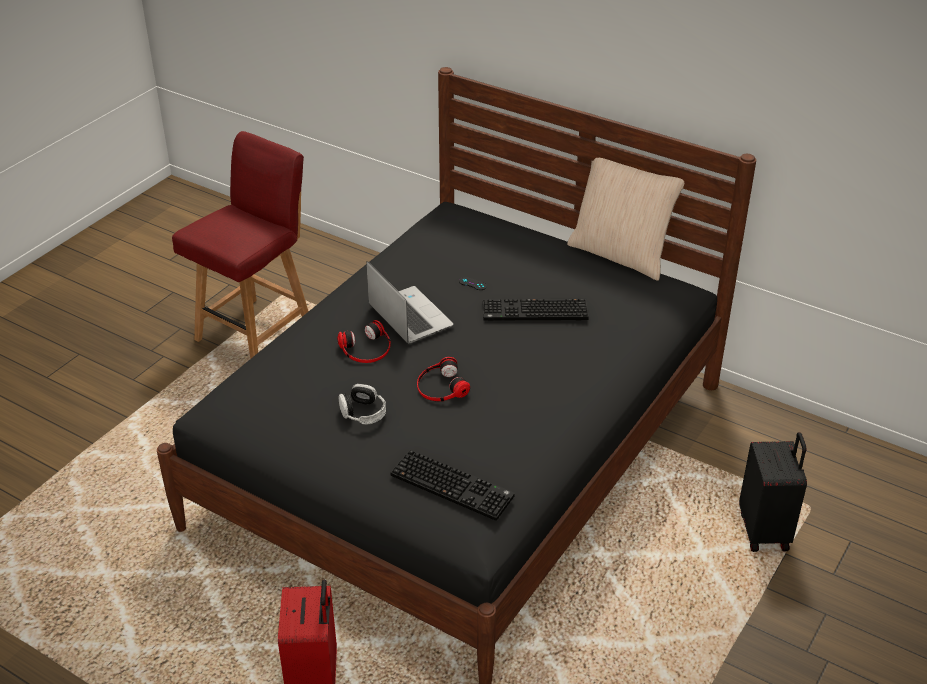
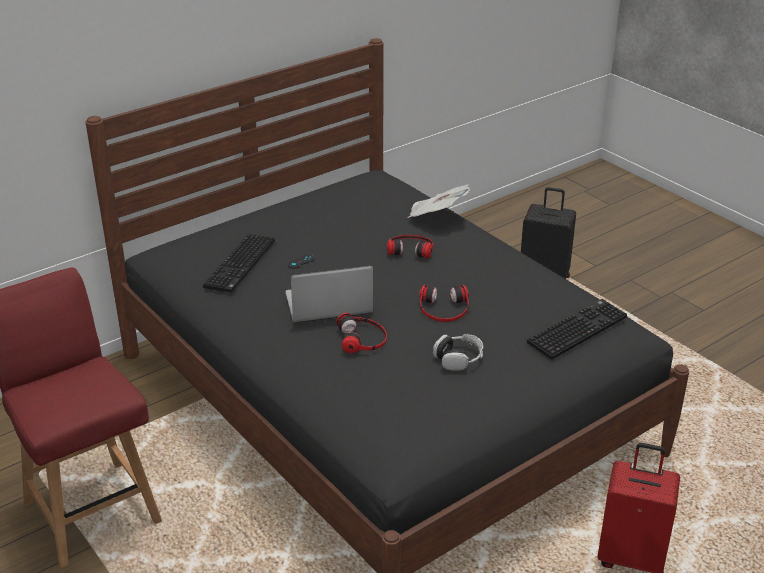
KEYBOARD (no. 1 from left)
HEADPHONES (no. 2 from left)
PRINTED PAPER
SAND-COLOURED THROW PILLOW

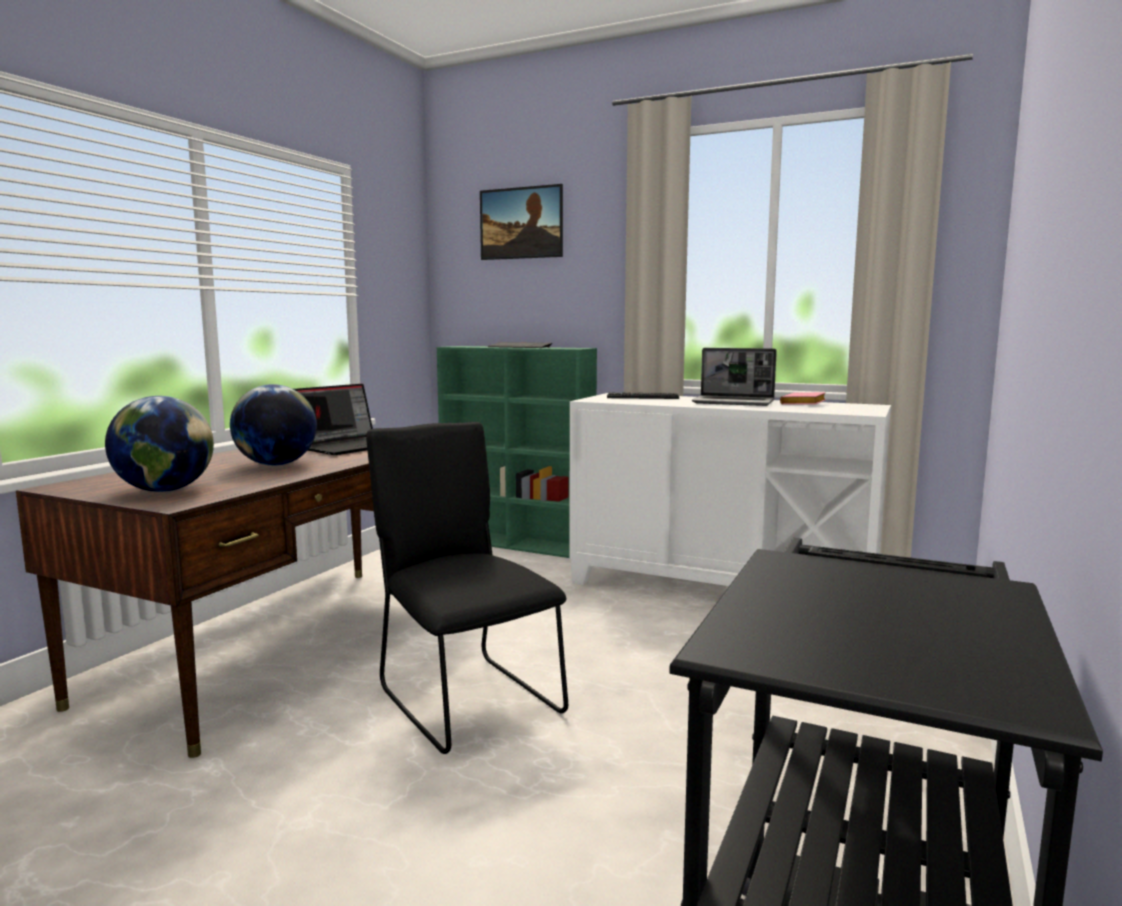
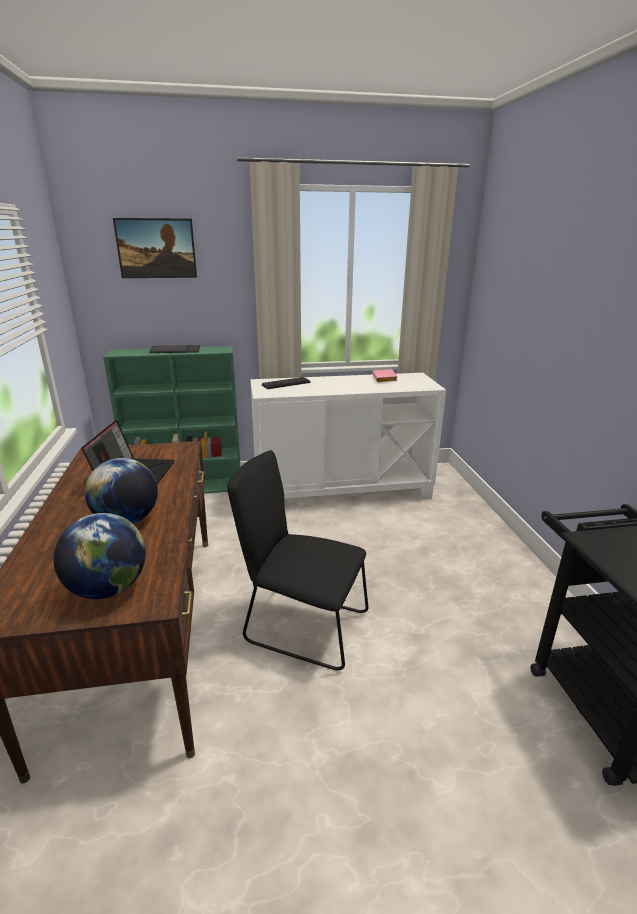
LAPTOP (no. 2 from left in the first image)

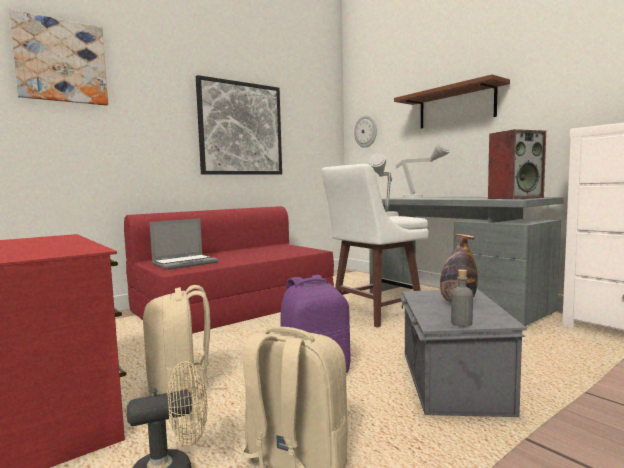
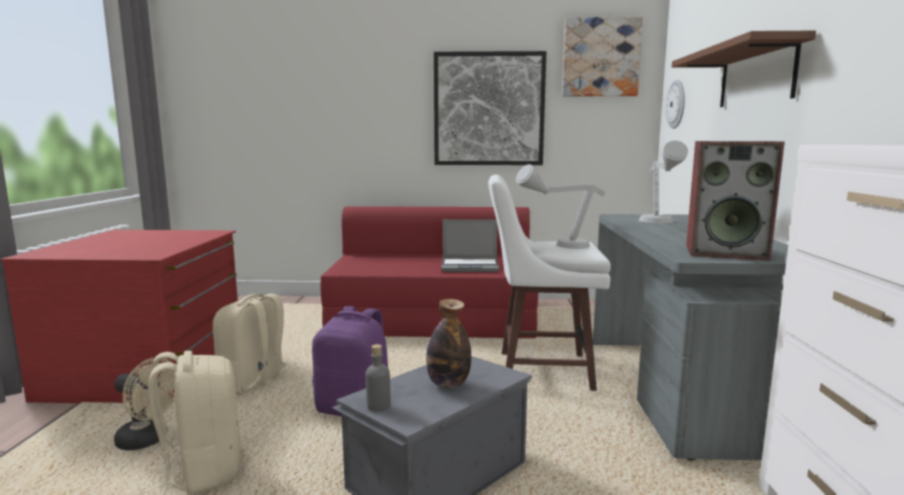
LAPTOP
WALL ART (no. 2 from left)

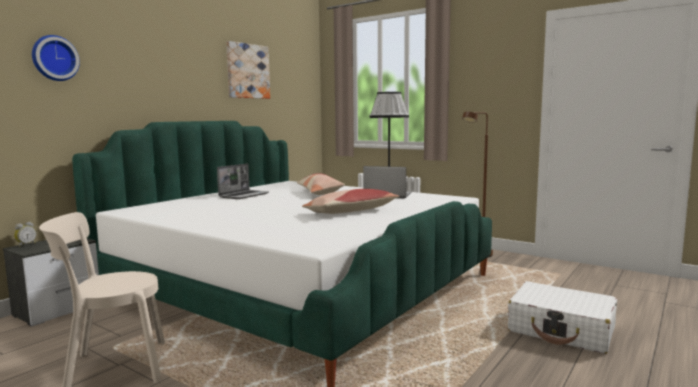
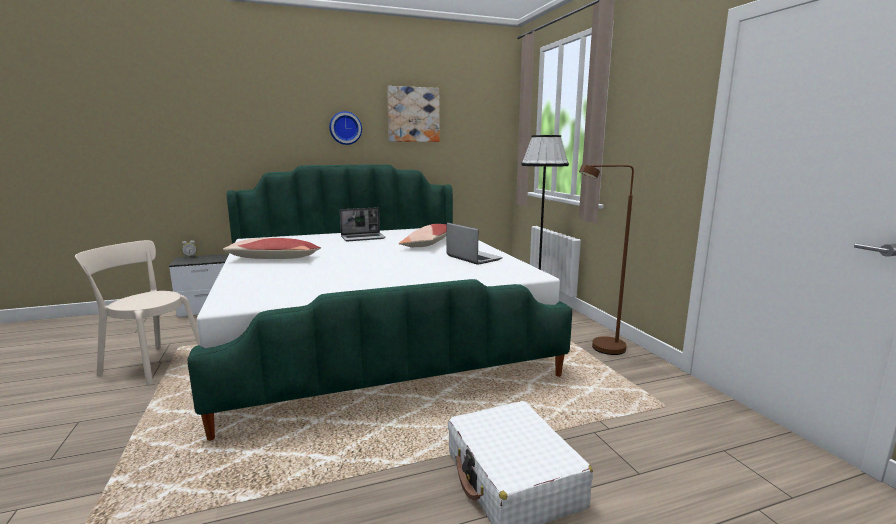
THROW PILLOW (no. 1 from left)
HANGING CLOCK

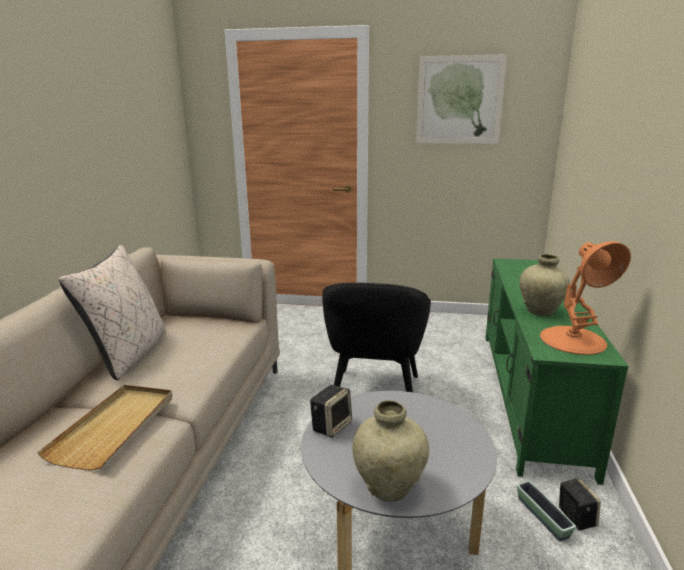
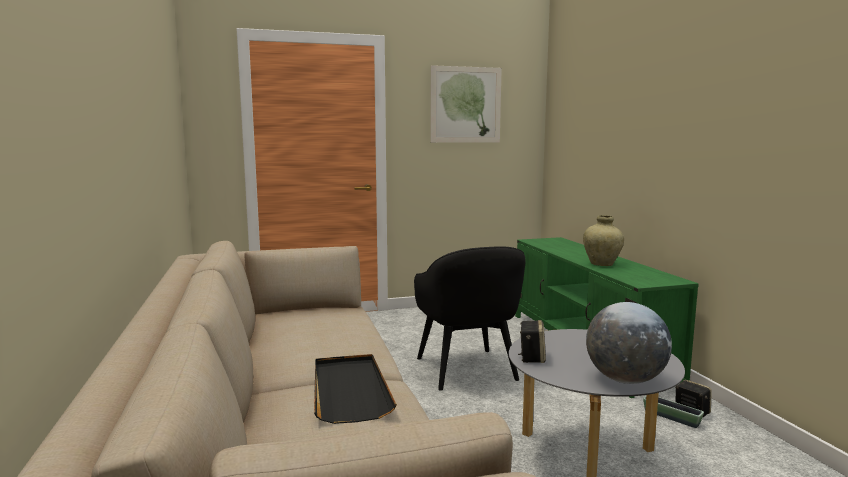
BLACK-COLOURED CARRYING TRAY
WORLD GLOBE
SAND-COLOURED THROW PILLOW
ORANGE TABLE LAMP

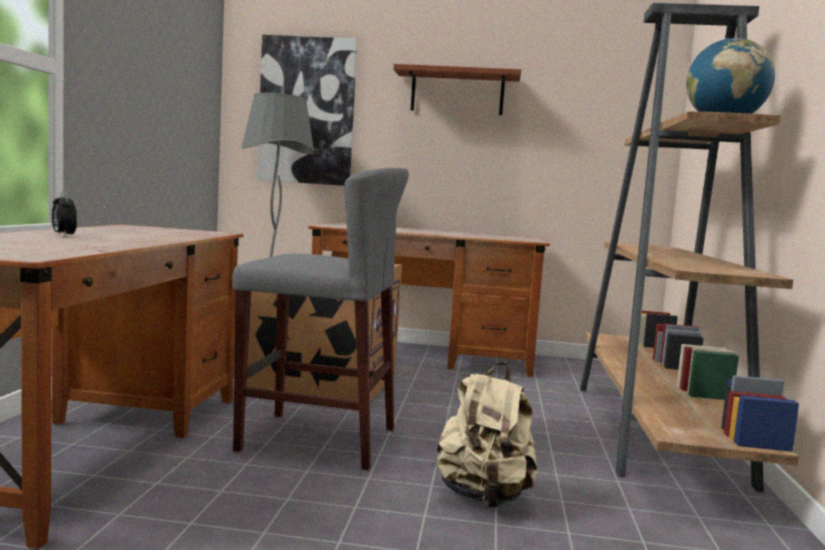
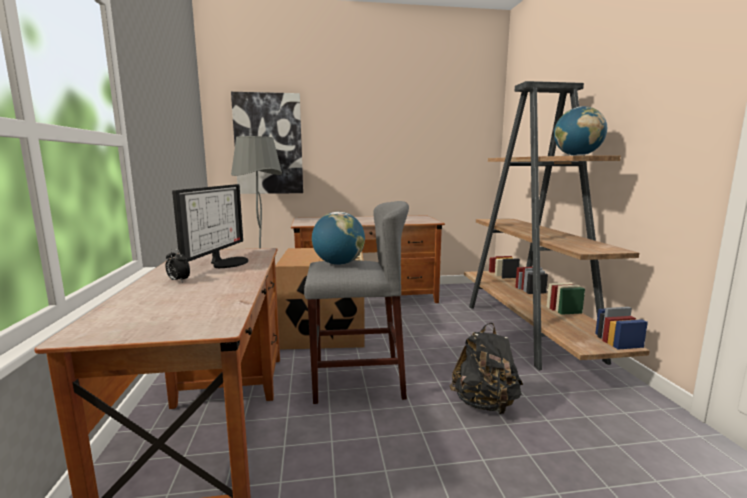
MONITOR
WORLD GLOBE (no. 1 from left)
BLACK-COLOURED RUCKSACK
BROWNISH WALL SHELF

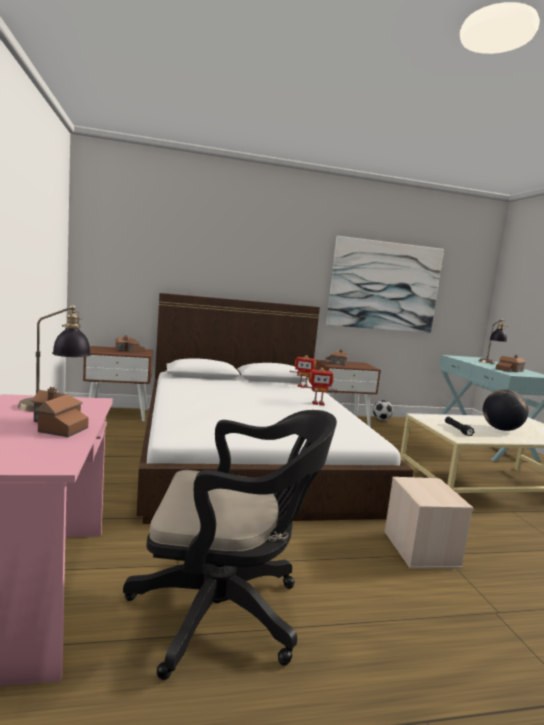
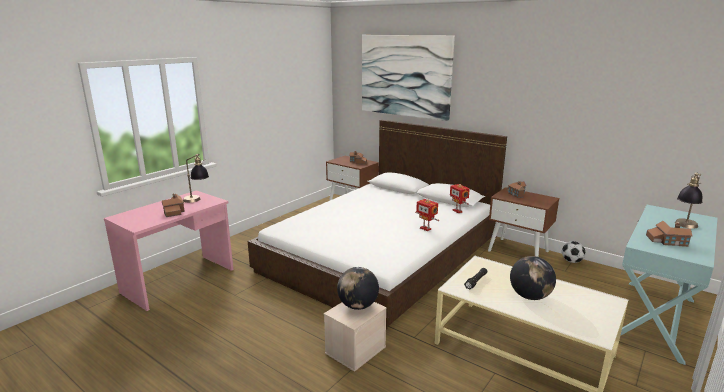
WORLD GLOBE (no. 1 from left)
WALL ART
BLACK-COLOURED COMPUTER CHAIR

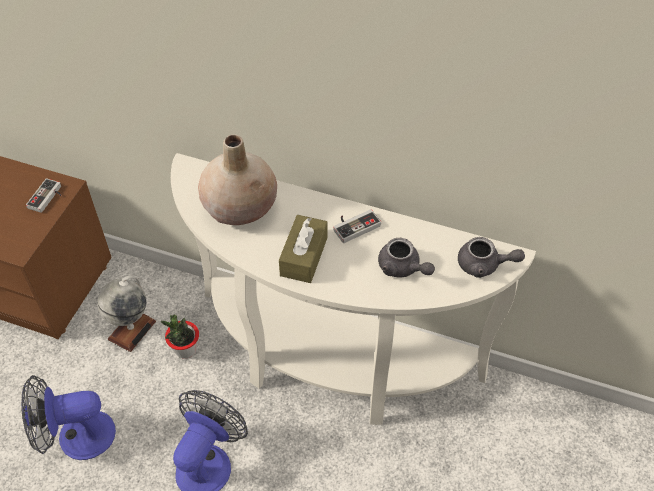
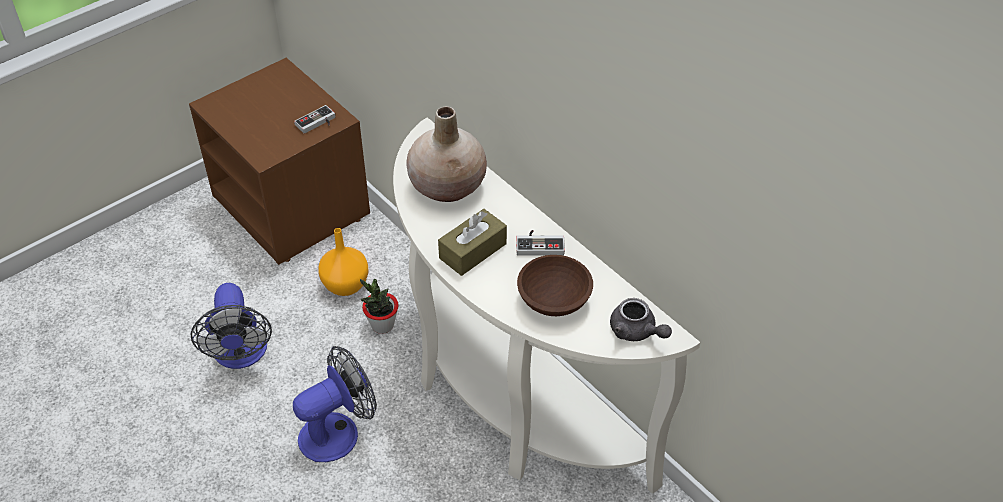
COOLING FAN (no. 1 from left)
ORANGE FLOWER VASE
BROWNISH SERVING BOWL

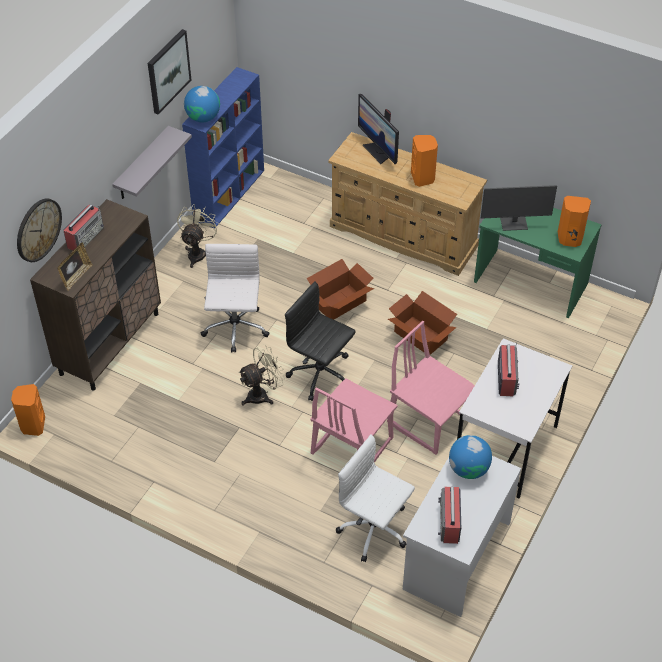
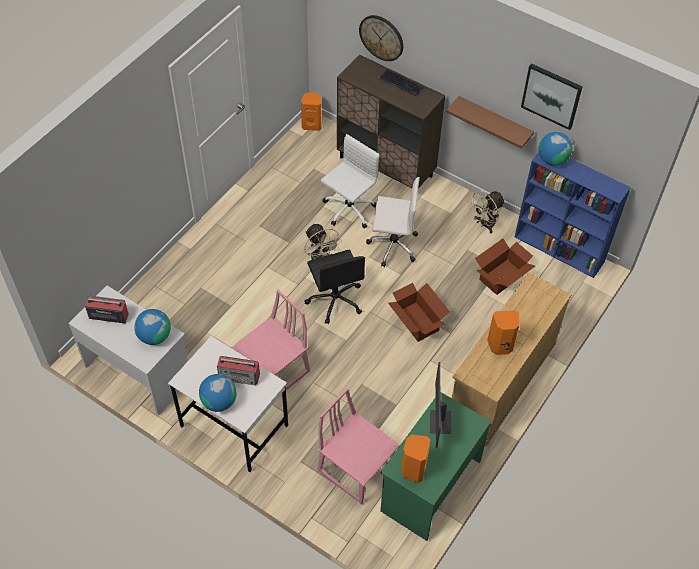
WORLD GLOBE (no. 2 from left)
BLACK-COLOURED COMPUTER CHAIR
PINK UPRIGHT CHAIR (no. 2 from left)
WHITE-COLOURED COMPUTER CHAIR (no. 1 from left)
KEYBOARD
BROWNISH WALL SHELF
SAND-COLOURED COOLING FAN (no. 2 from left)
CARDBOARD BOX (no. 2 from left)
PICTURE FRAME
MONITOR (no. 1 from left in the first image)

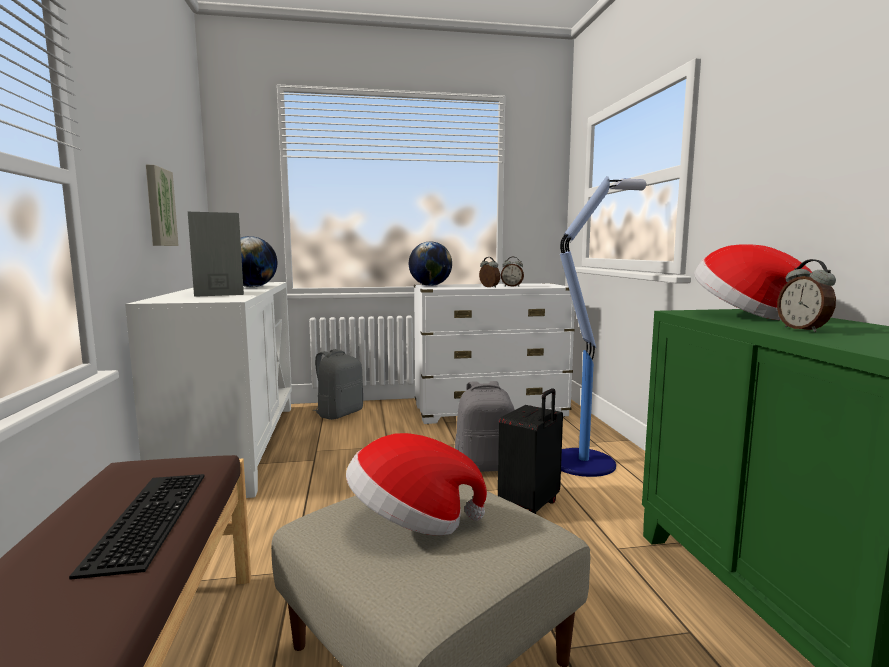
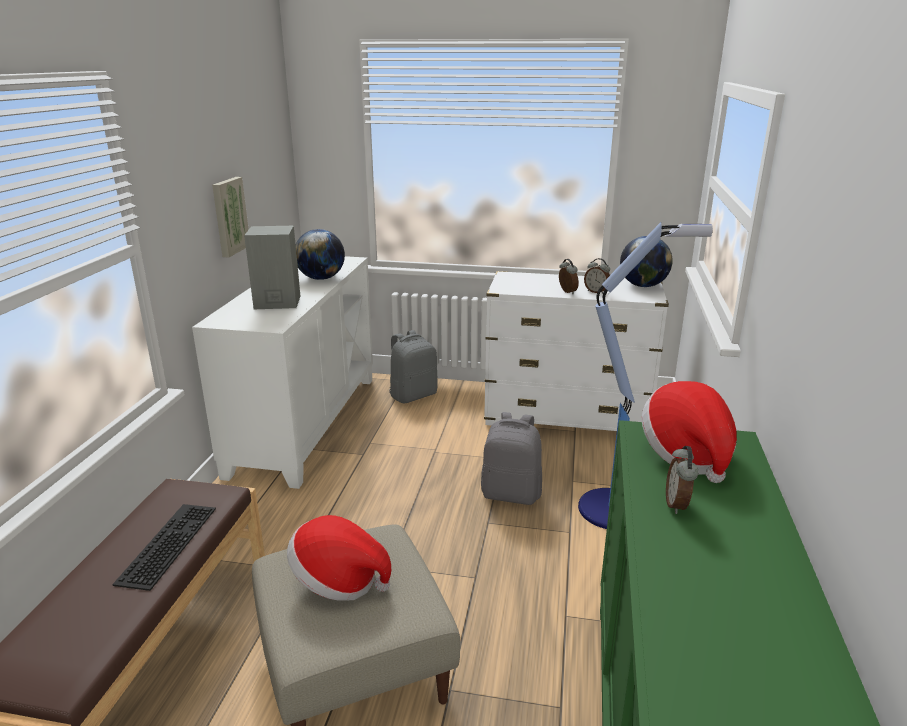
WORLD GLOBE (no. 2 from left)
BLACK-COLOURED SUITCASE

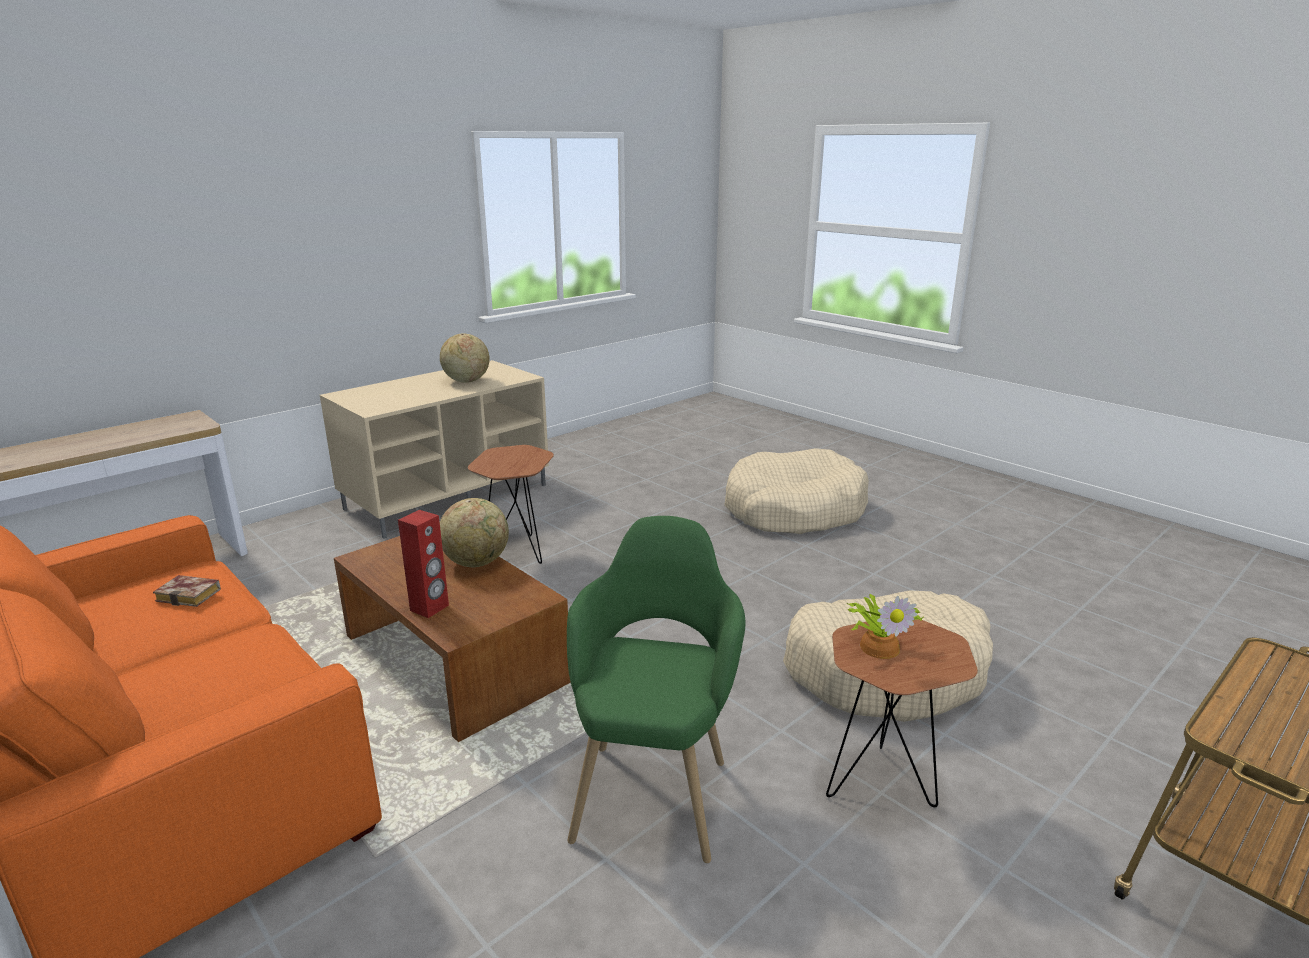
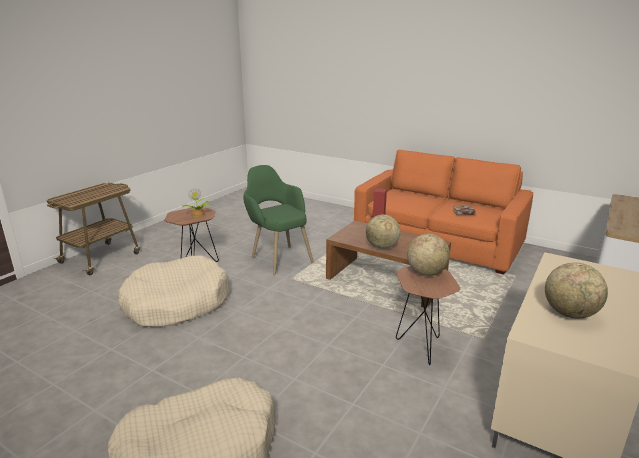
GREEN-COLOURED ARMCHAIR
WORLD GLOBE (no. 2 from left)

